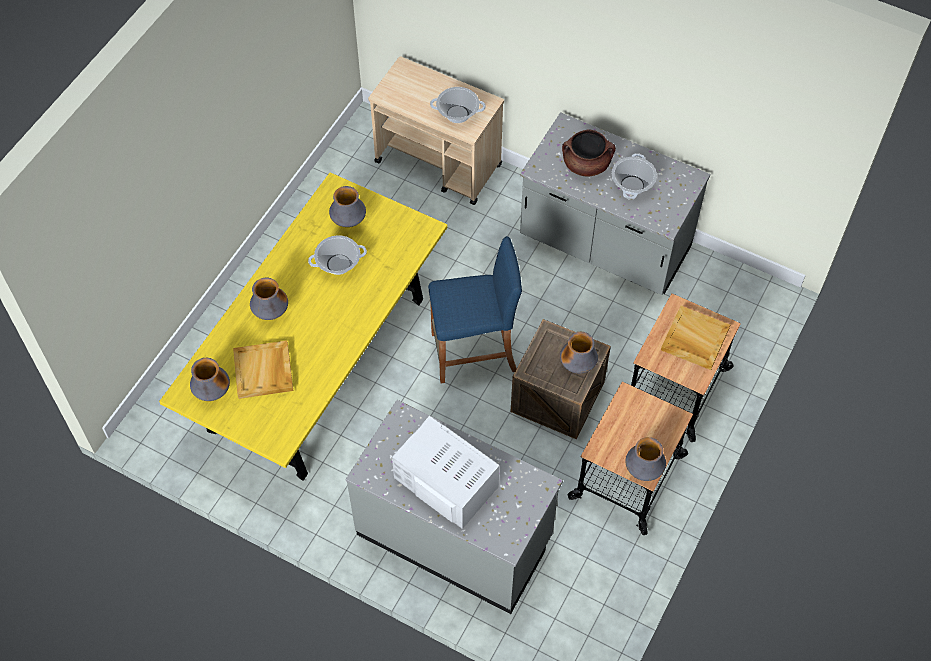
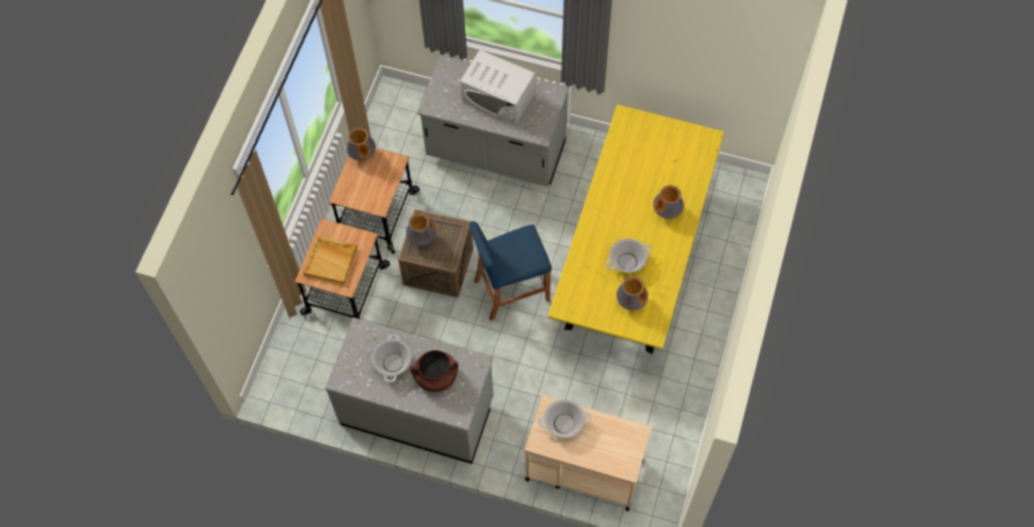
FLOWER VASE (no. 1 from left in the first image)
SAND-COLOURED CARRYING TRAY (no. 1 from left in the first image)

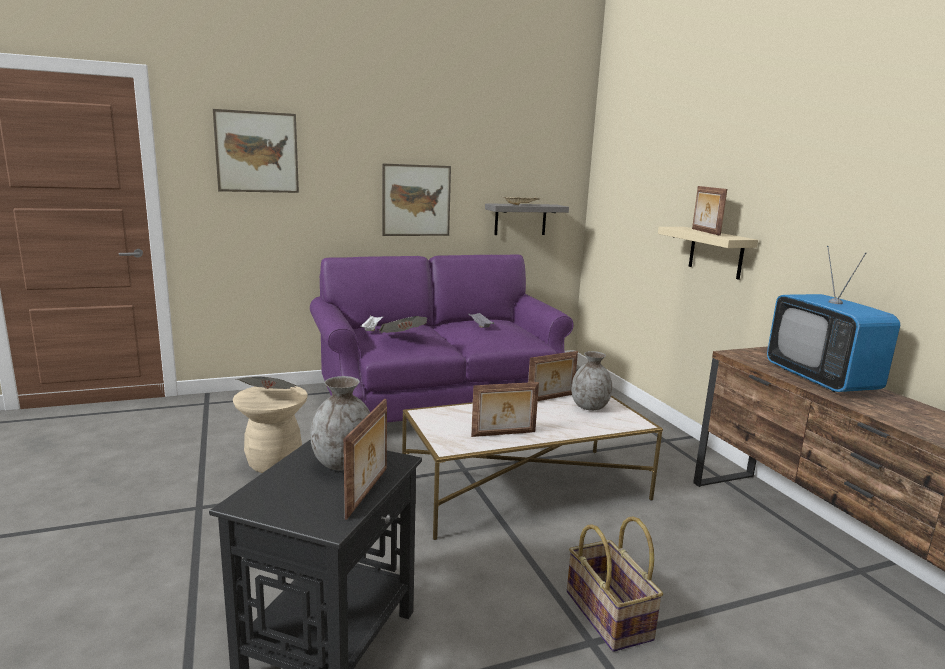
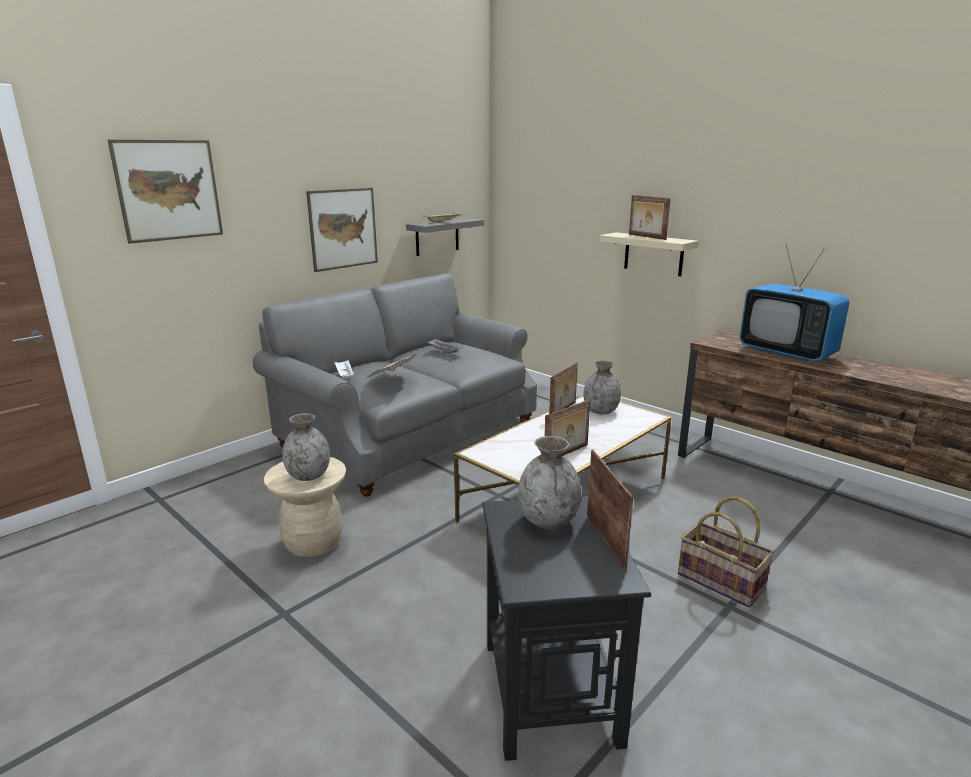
GREYISH SETTEE
GREYISH FLOWER VASE (no. 1 from left)

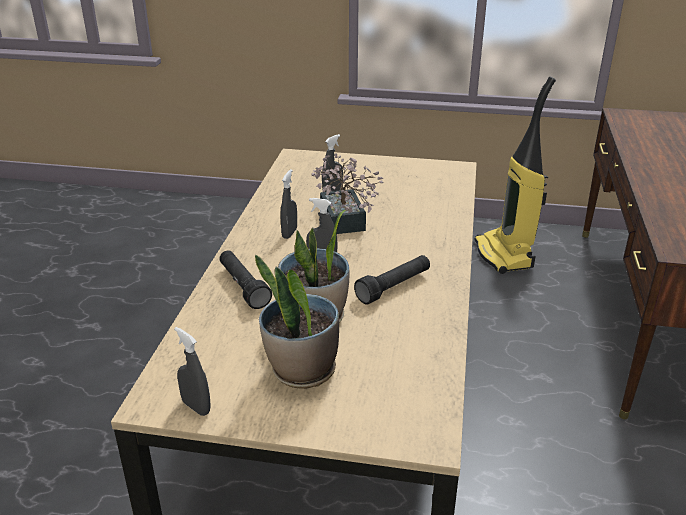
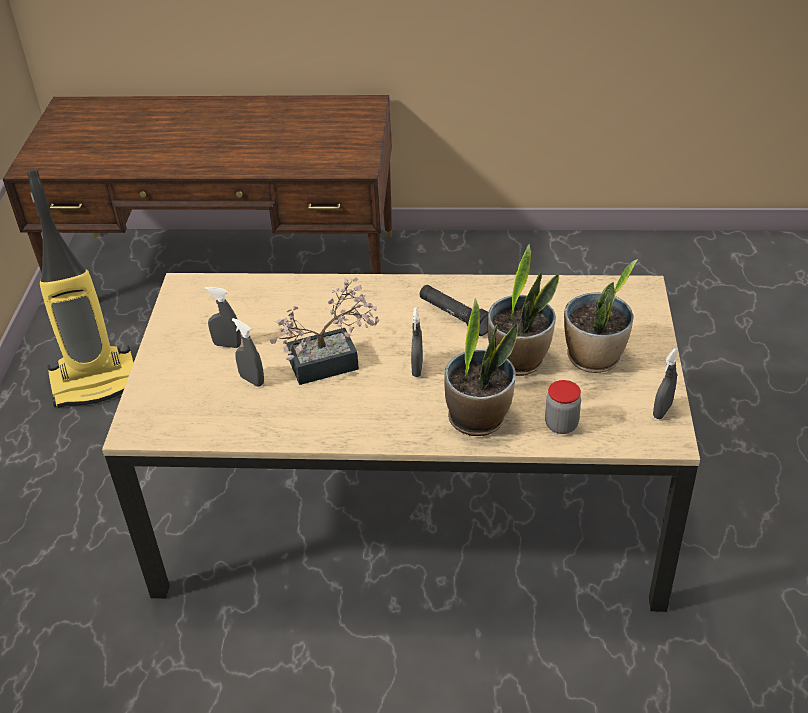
GREYISH SPRAY BOTTLE (no. 1 from left)
PLANT IN A POT (no. 2 from left)
JAR

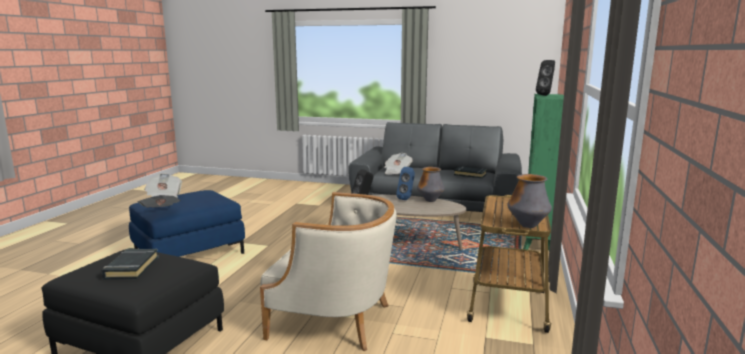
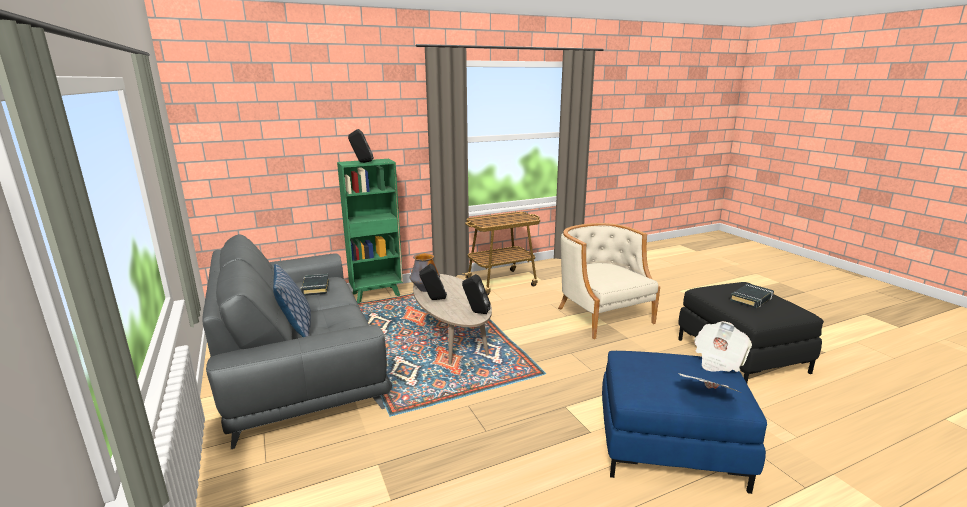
THROW PILLOW
BLACK-COLOURED SPEAKER (no. 2 from left)
PRINTED PAPER (no. 3 from left in the first image)
FLOWER VASE (no. 2 from left in the first image)

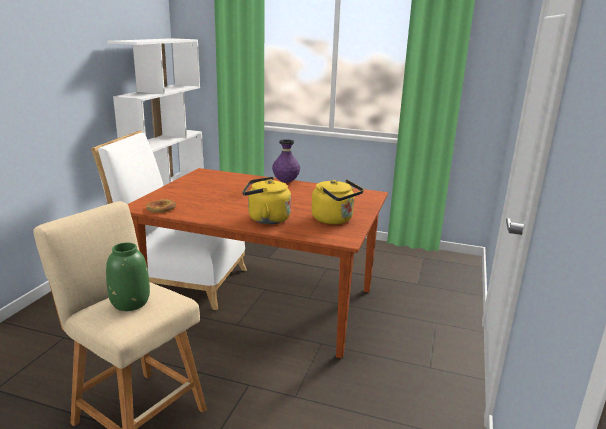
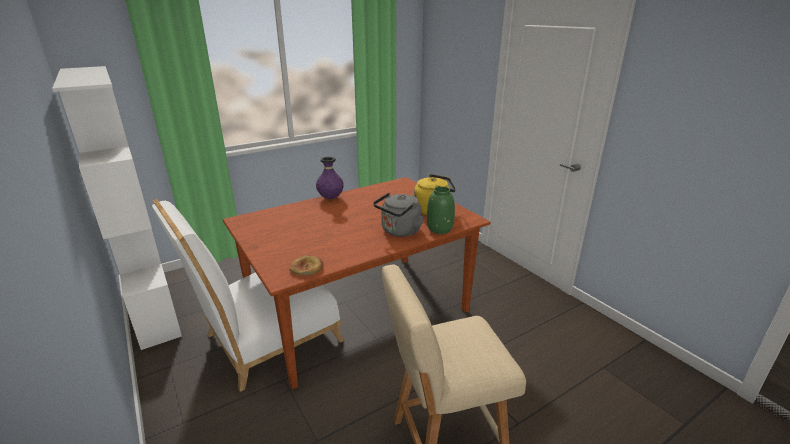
GREYISH KETTLE
GREEN-COLOURED FLOWER VASE

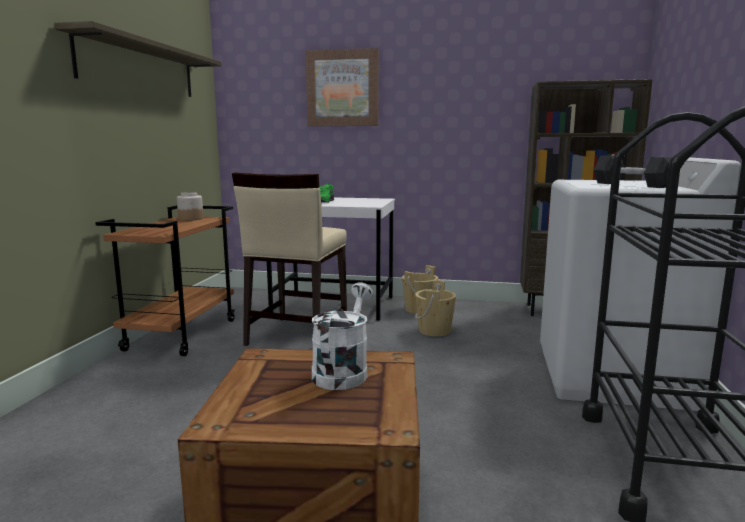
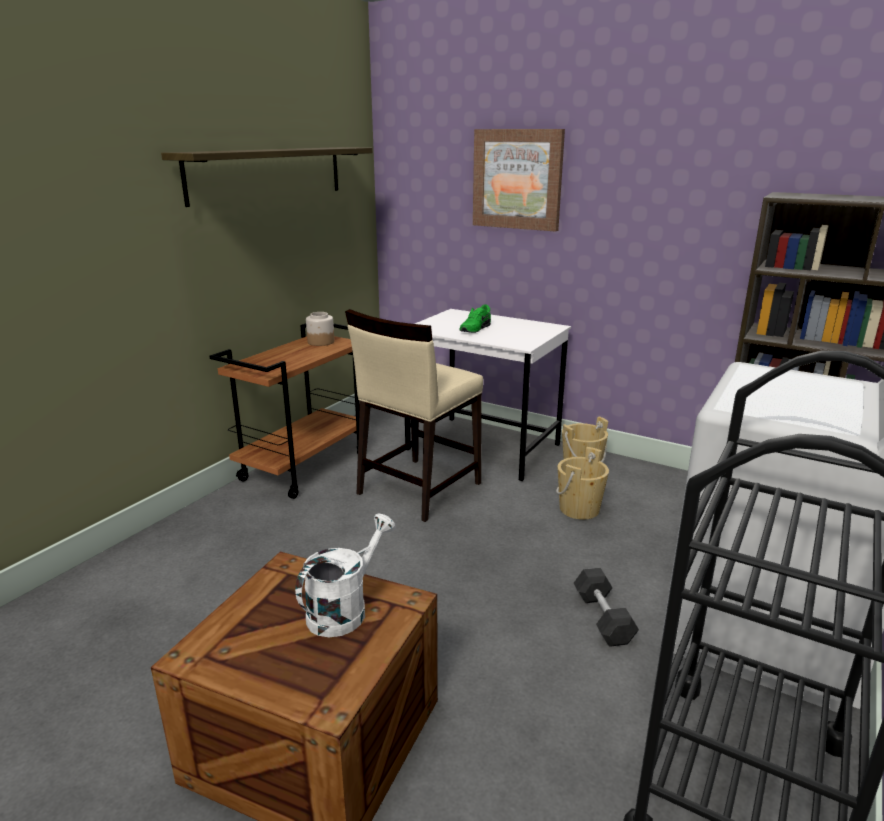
GREYISH DUMBBELL

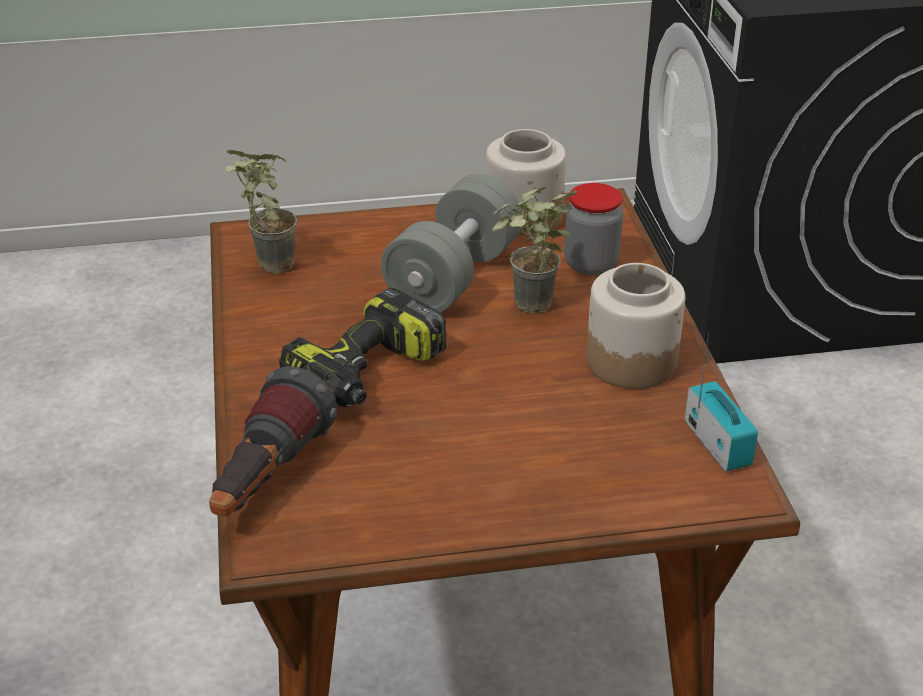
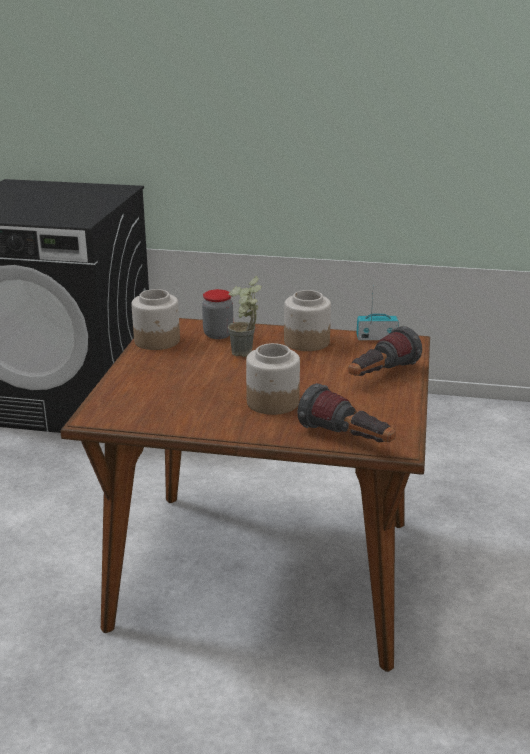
JAR (no. 3 from left)
HAND TORCH (no. 2 from left)
PLANT IN A POT (no. 1 from left in the first image)
GREYISH DUMBBELL

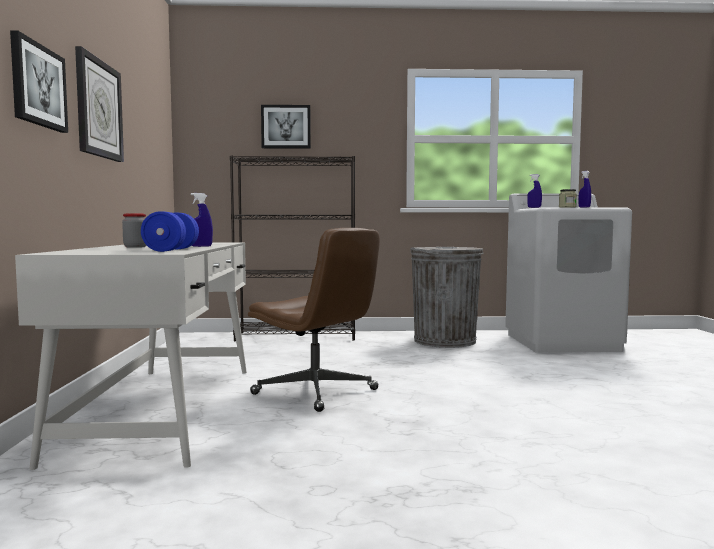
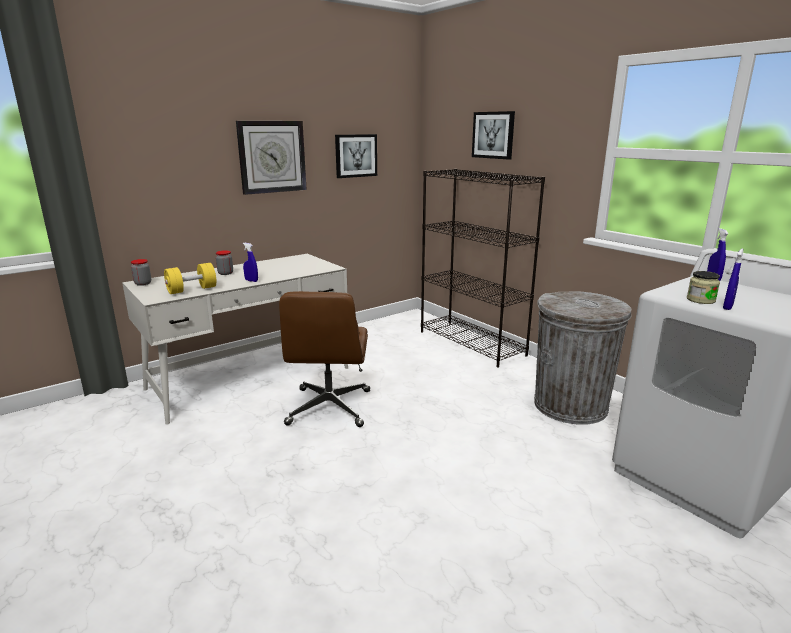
JAR (no. 1 from left)
YELLOWISH DUMBBELL
WALL ART (no. 1 from left)

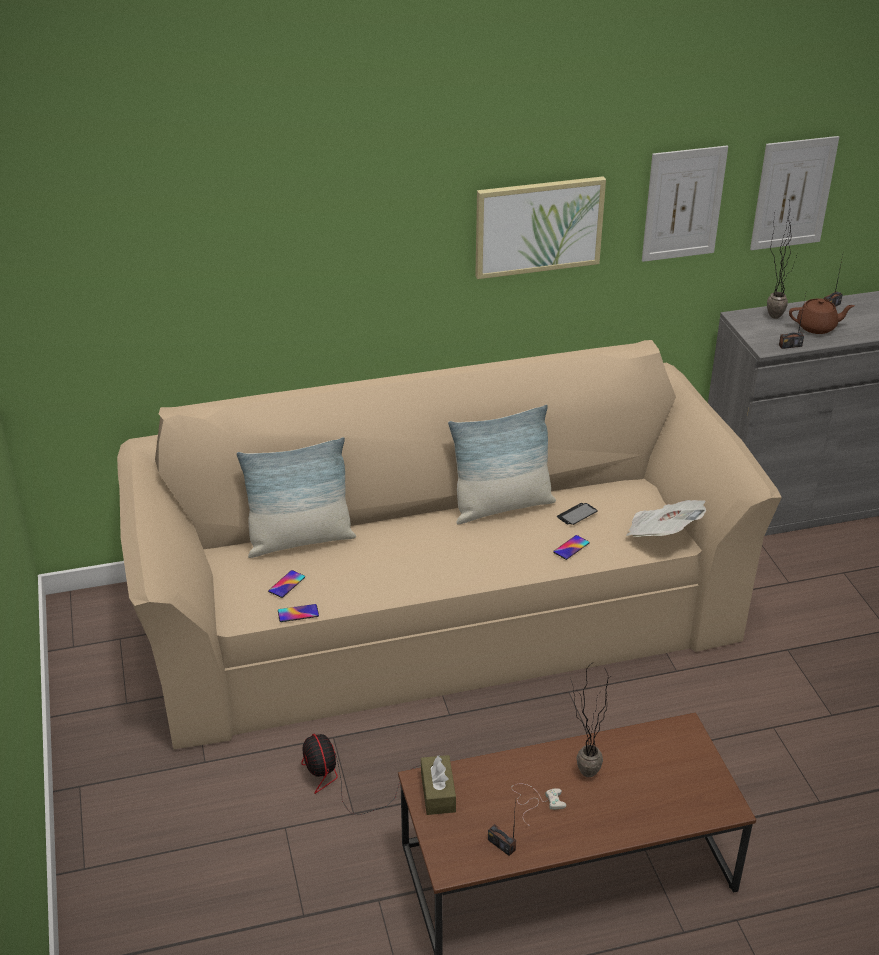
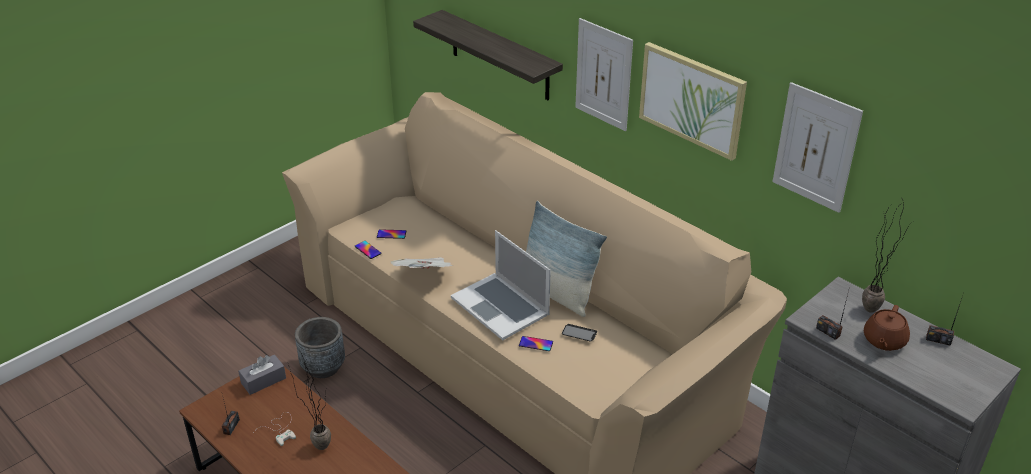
GREYISH TISSUE BOX
GREYISH PLANT POT
PRINTED PAPER
WALL SHELF
LAPTOP
WALL ART (no. 1 from left)
BROWNISH TEAPOT
THROW PILLOW (no. 1 from left in the first image)

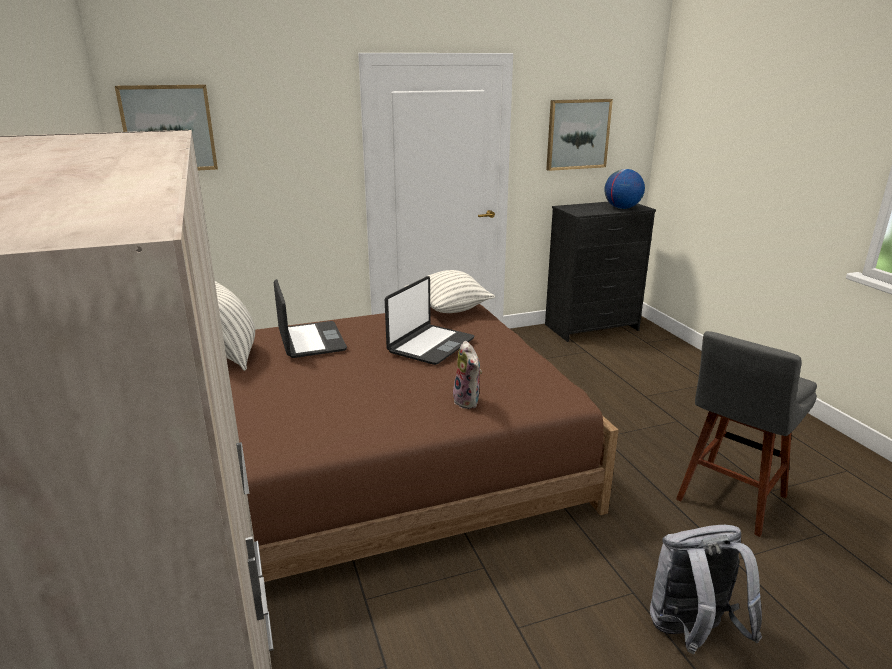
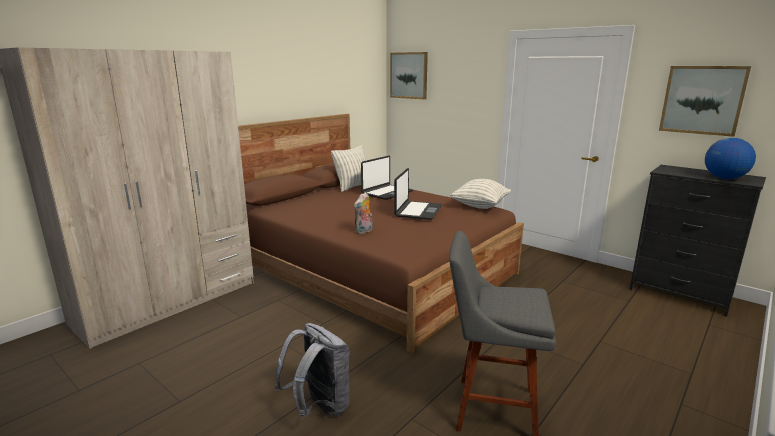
LAPTOP (no. 2 from left)

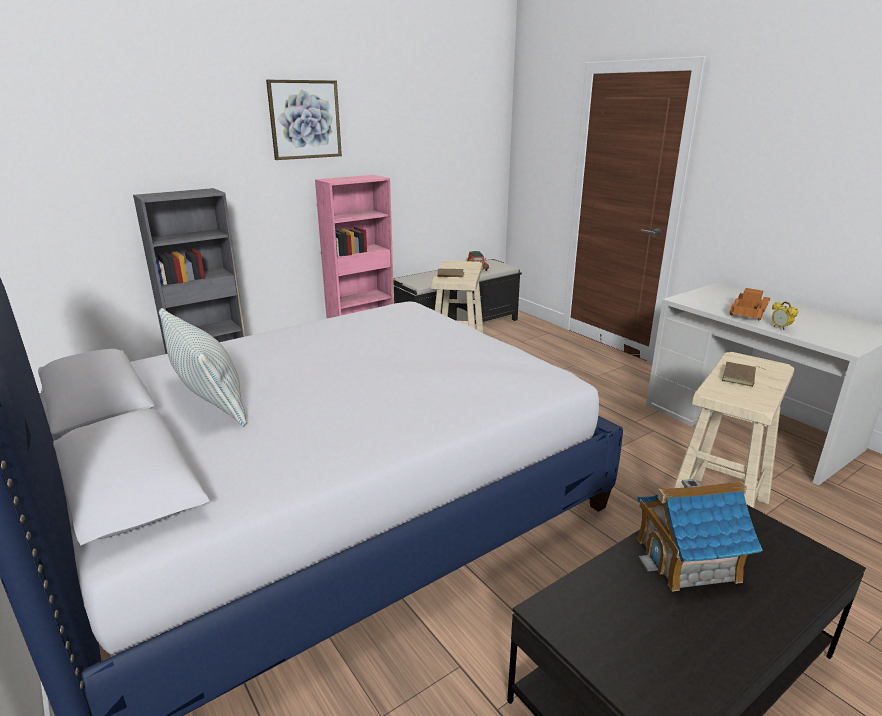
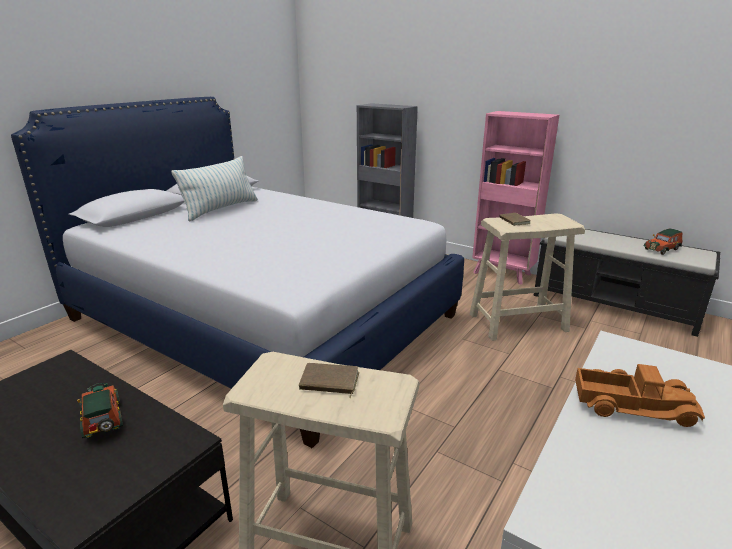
TOY CAR (no. 1 from left)
WALL ART
ALARM CLOCK

